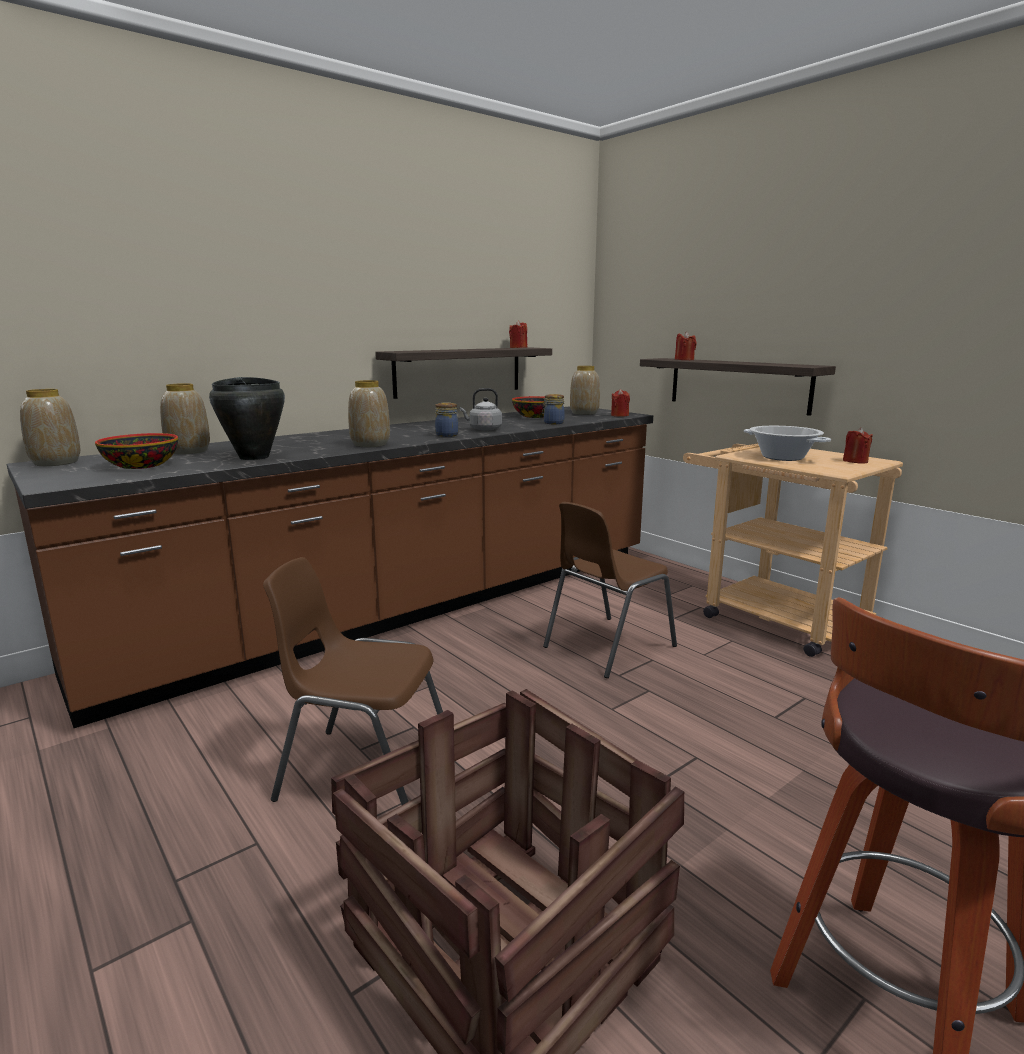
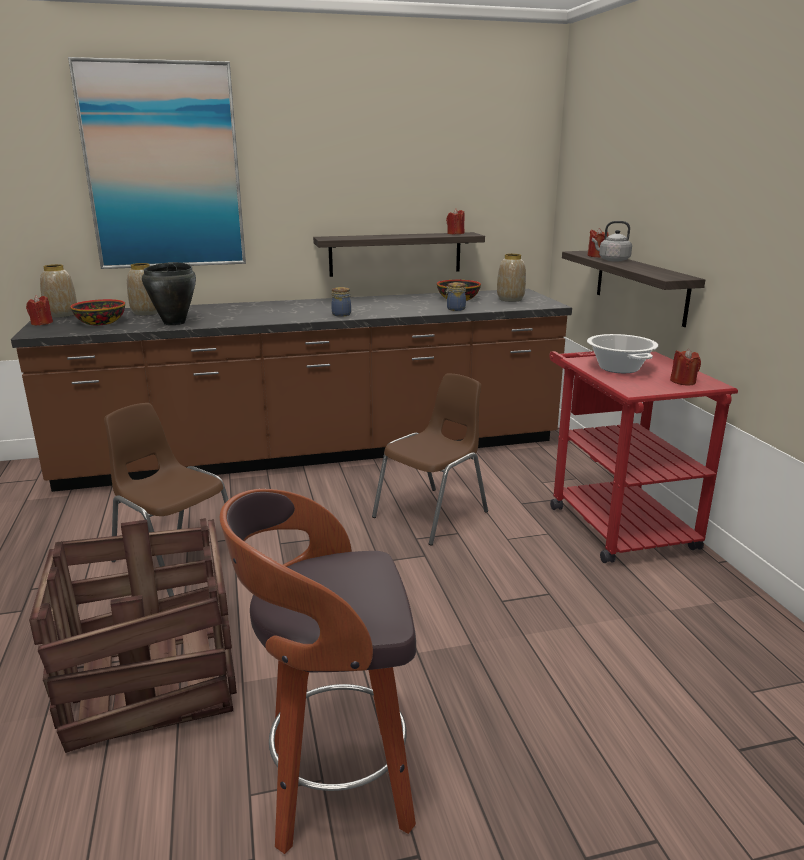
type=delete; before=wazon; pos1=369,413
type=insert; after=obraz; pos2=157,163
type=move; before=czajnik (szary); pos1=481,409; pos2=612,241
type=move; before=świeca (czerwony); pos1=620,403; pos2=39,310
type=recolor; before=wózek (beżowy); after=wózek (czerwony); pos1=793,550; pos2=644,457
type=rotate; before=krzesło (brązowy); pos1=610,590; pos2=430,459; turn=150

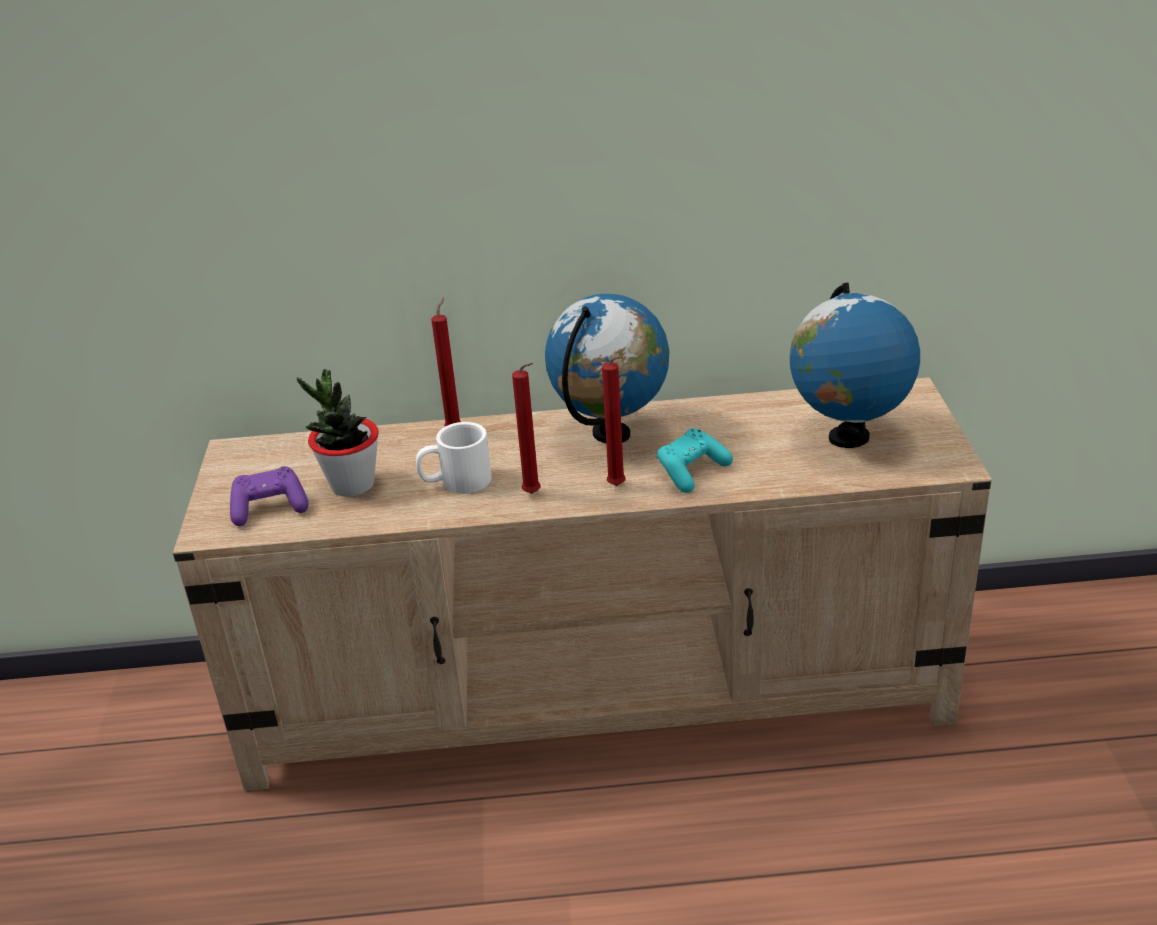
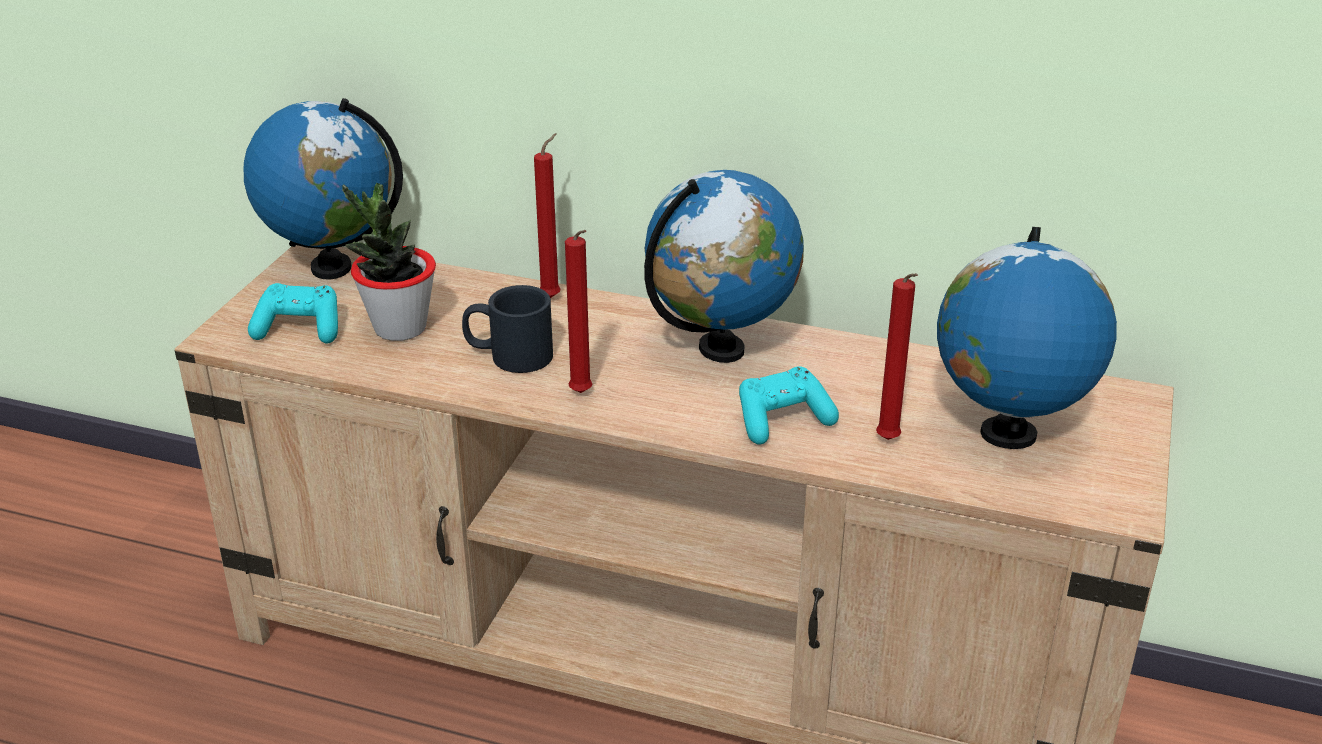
type=insert; after=globus; pos2=323,188
type=move; before=świeca (czerwony); pos1=614,421; pos2=897,356
type=recolor; before=pad do gier (fioletowy); after=pad do gier (turkusowy); pos1=269,496; pos2=293,313
type=recolor; before=kubek (biały); after=kubek (czarny); pos1=454,458; pos2=507,329

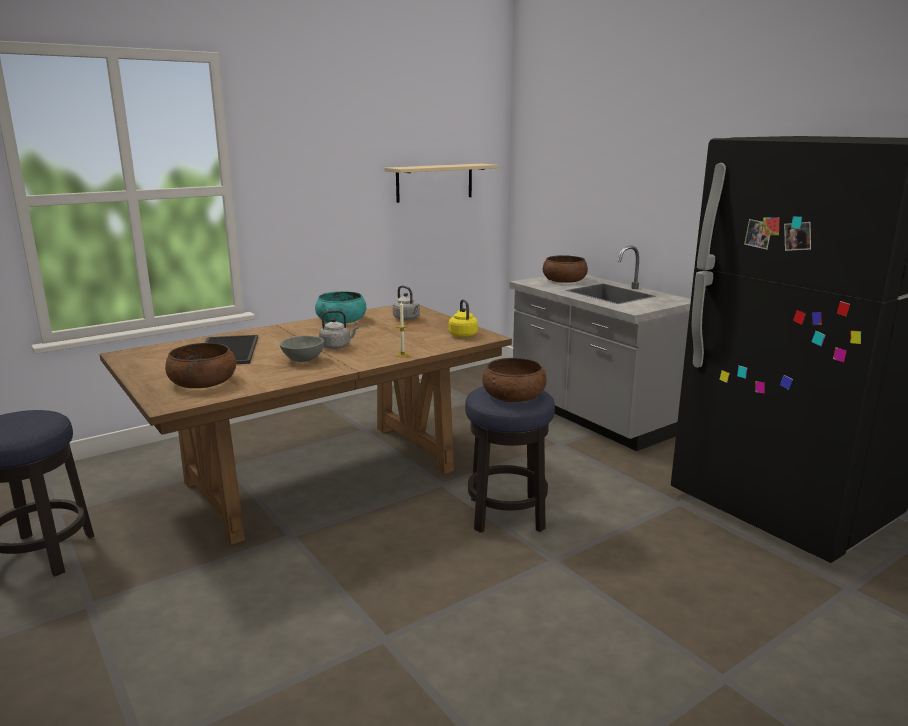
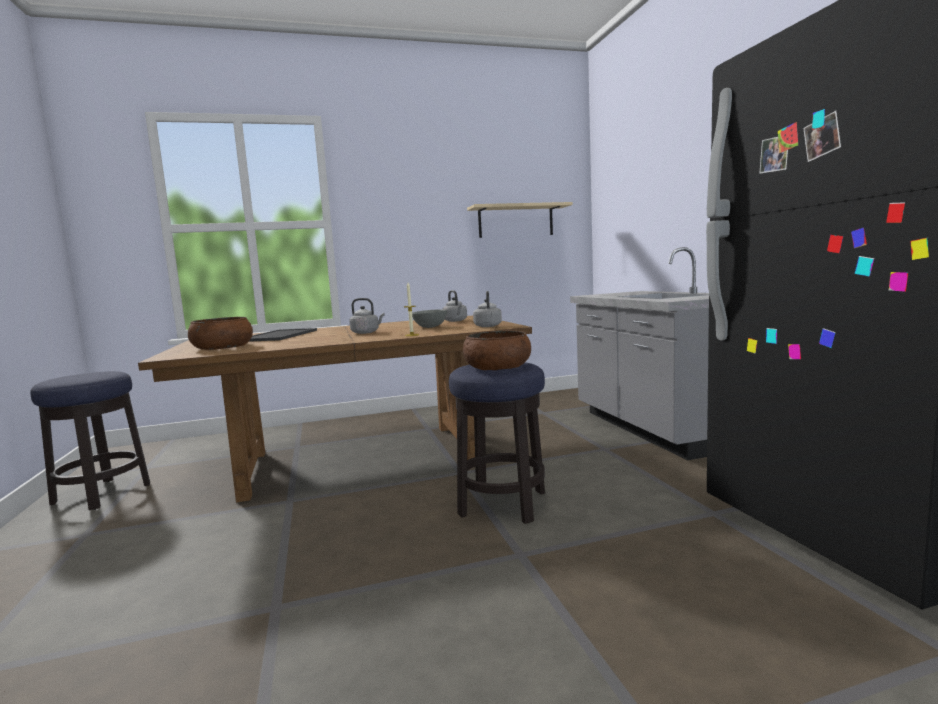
type=delete; before=miska (turkusowy); pos1=340,307
type=delete; before=miska (brązowy); pos1=565,269
type=move; before=miska (szary); pos1=302,349; pos2=429,319
type=recolor; before=czajnik (żółty); after=czajnik (szary); pos1=463,318; pos2=487,309

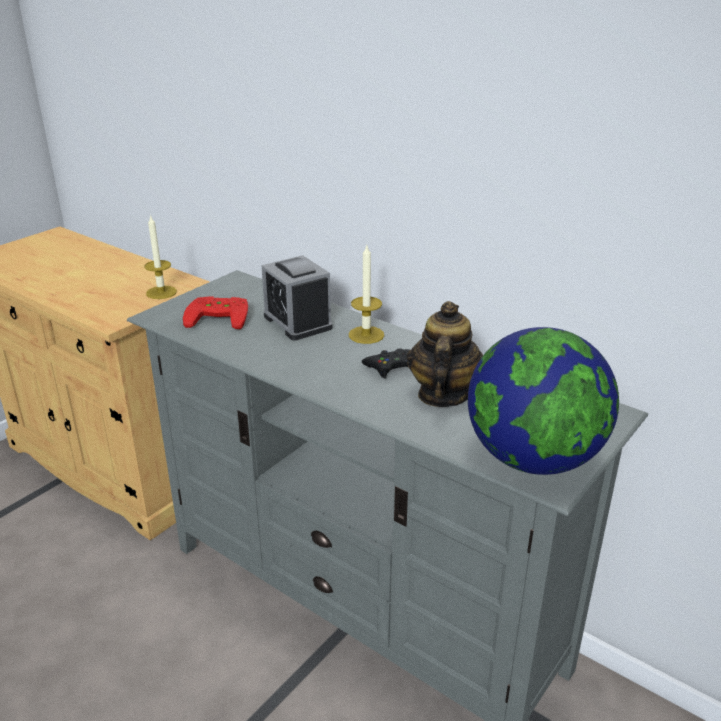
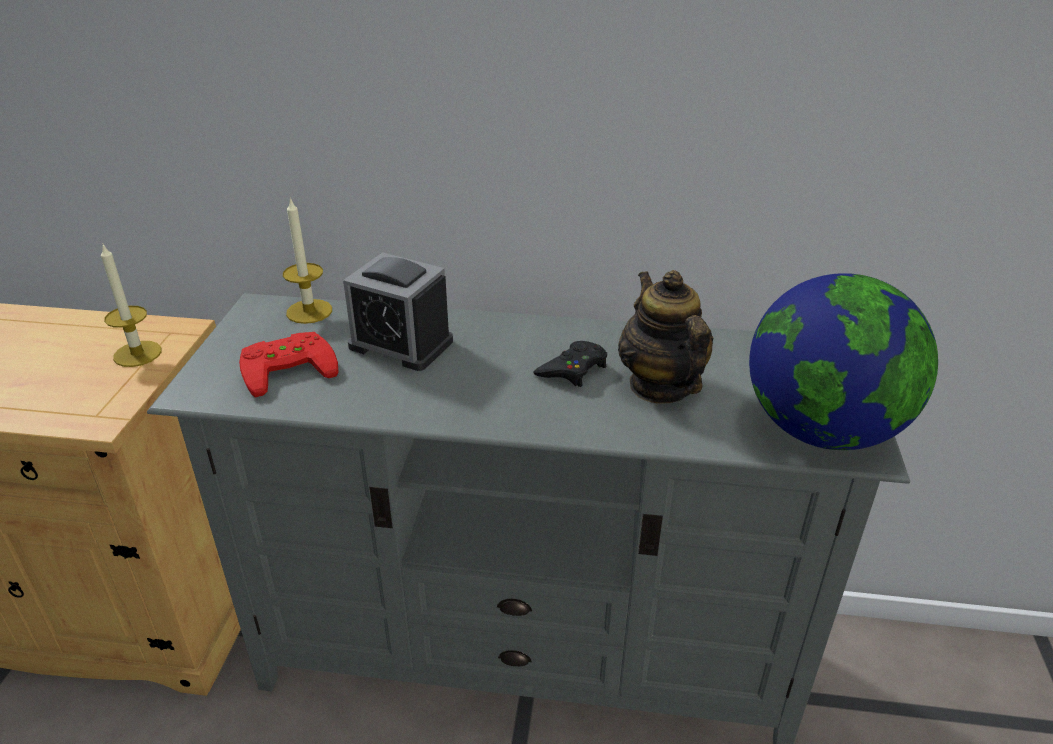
type=move; before=świeca; pos1=366,295; pos2=307,260

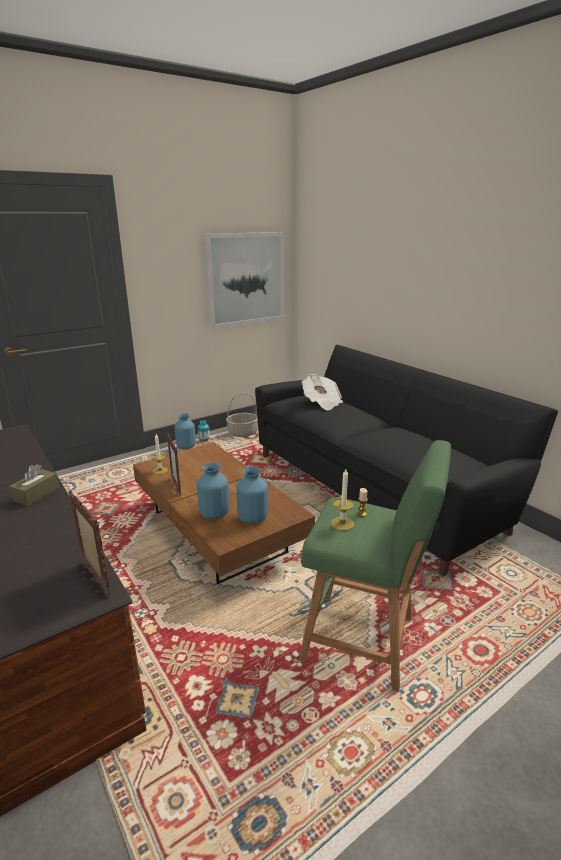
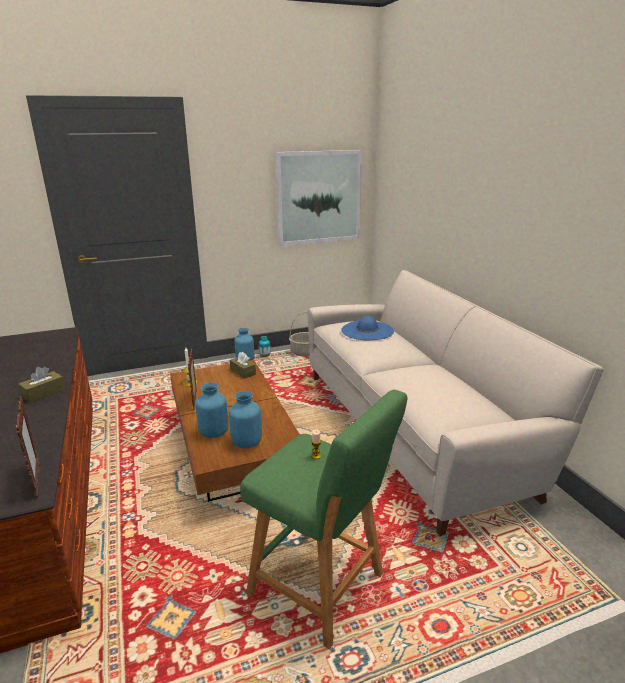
type=delete; before=świeca; pos1=342,500
type=insert; after=pudełko chusteczek (brązowy); pos2=243,365
type=replace; before=gazeta; after=kapelusz (niebieski); pos1=322,392; pos2=367,328
type=recolor; before=kanapa (czarny); after=kanapa (beżowy); pos1=406,461; pos2=455,403

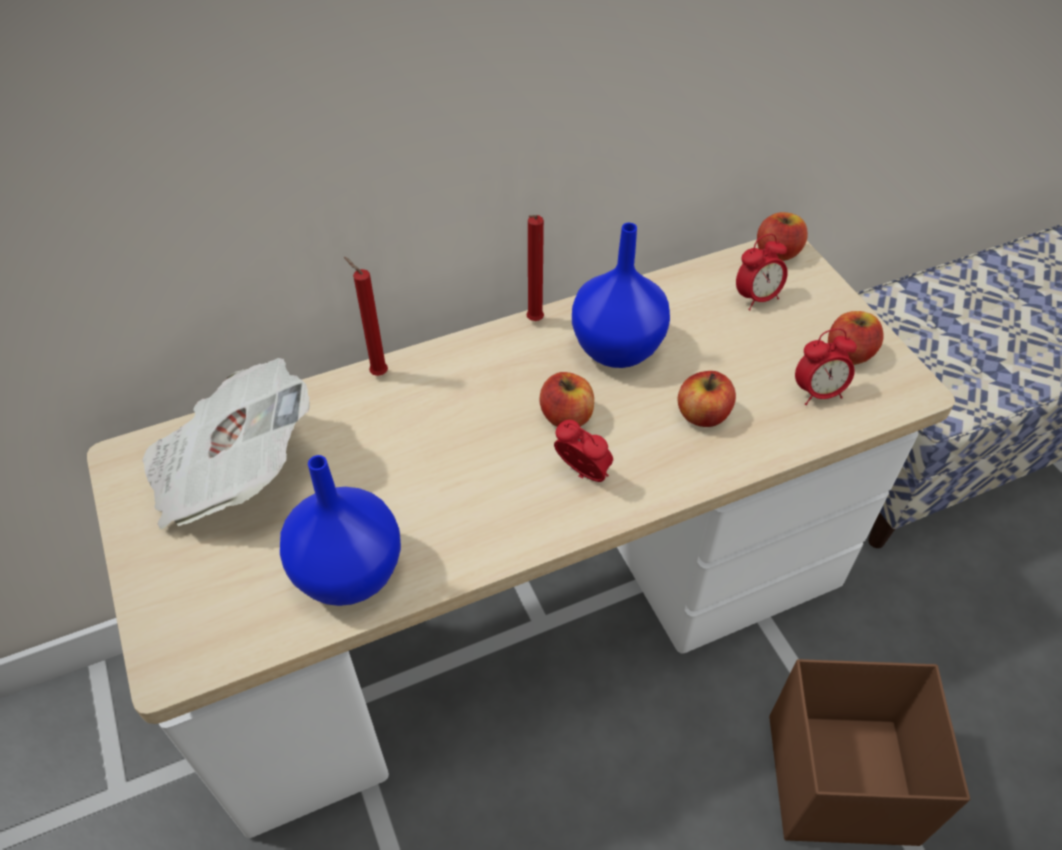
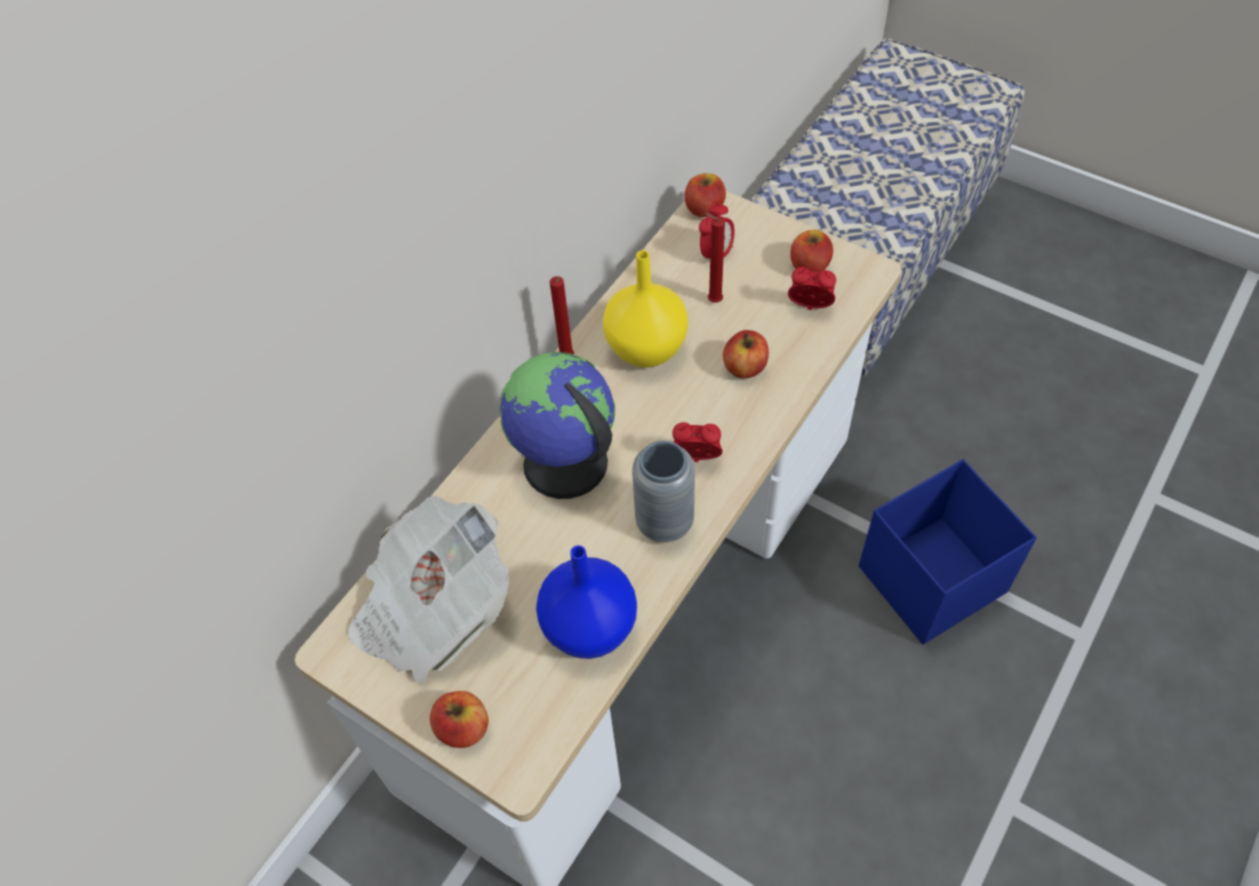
type=insert; after=globus; pos2=557,425
type=insert; after=wazon (szary); pos2=663,491
type=move; before=świeca (czerwony); pos1=366,316; pos2=715,258
type=move; before=jabłko; pos1=567,399; pos2=459,719
type=recolor; before=wazon (niebieski); after=wazon (żółty); pos1=621,295; pos2=645,309
type=recolor; before=pojemnik do przechowywania (brązowy); after=pojemnik do przechowywania (niebieski); pos1=869,752; pos2=948,552
type=rotate; before=budzik; pos1=826,366; pos2=812,288; turn=-120

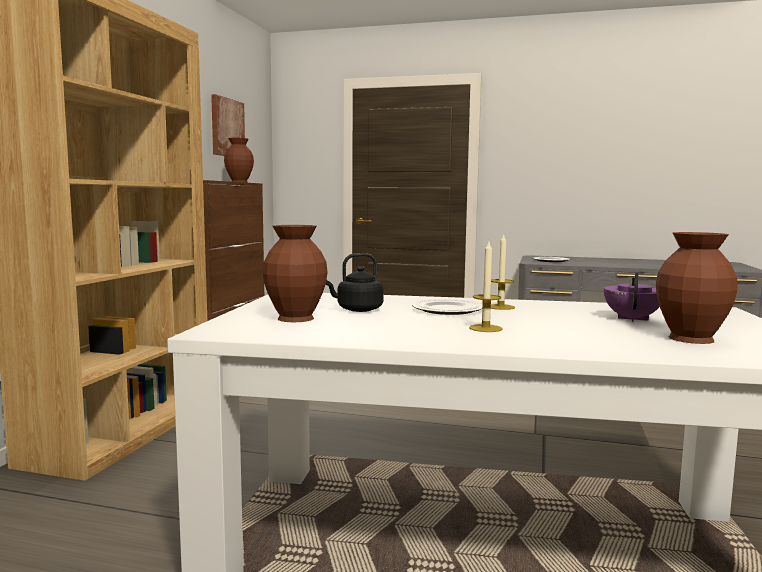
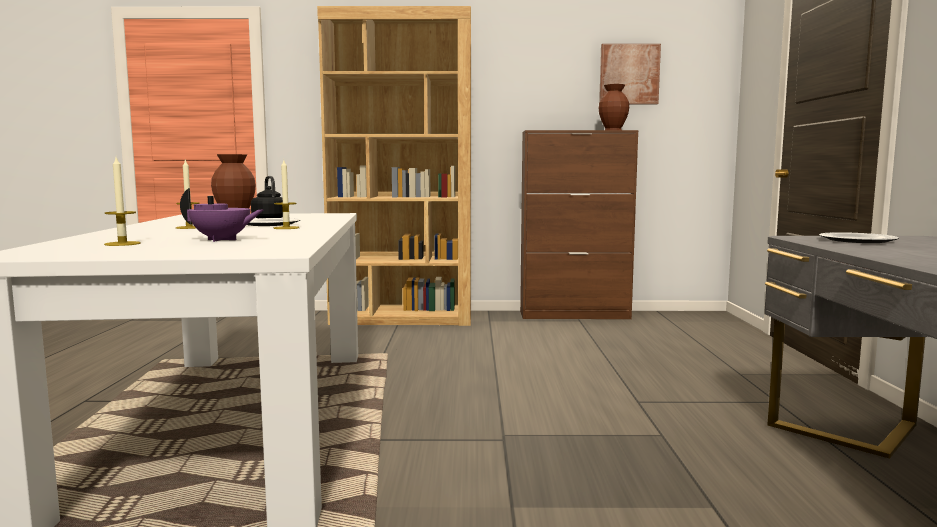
type=replace; before=wazon (brązowy); after=świeca; pos1=697,288; pos2=122,201

